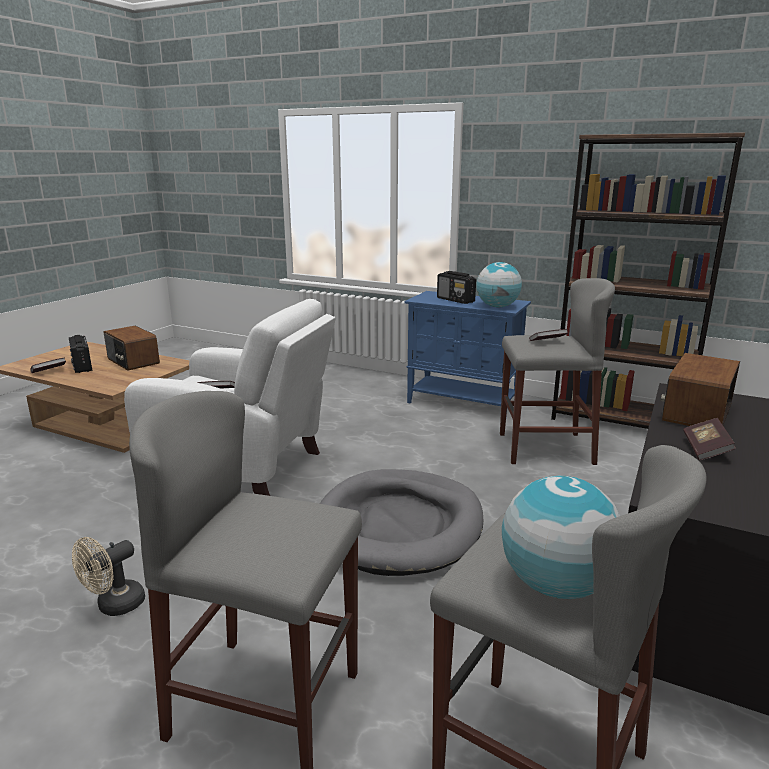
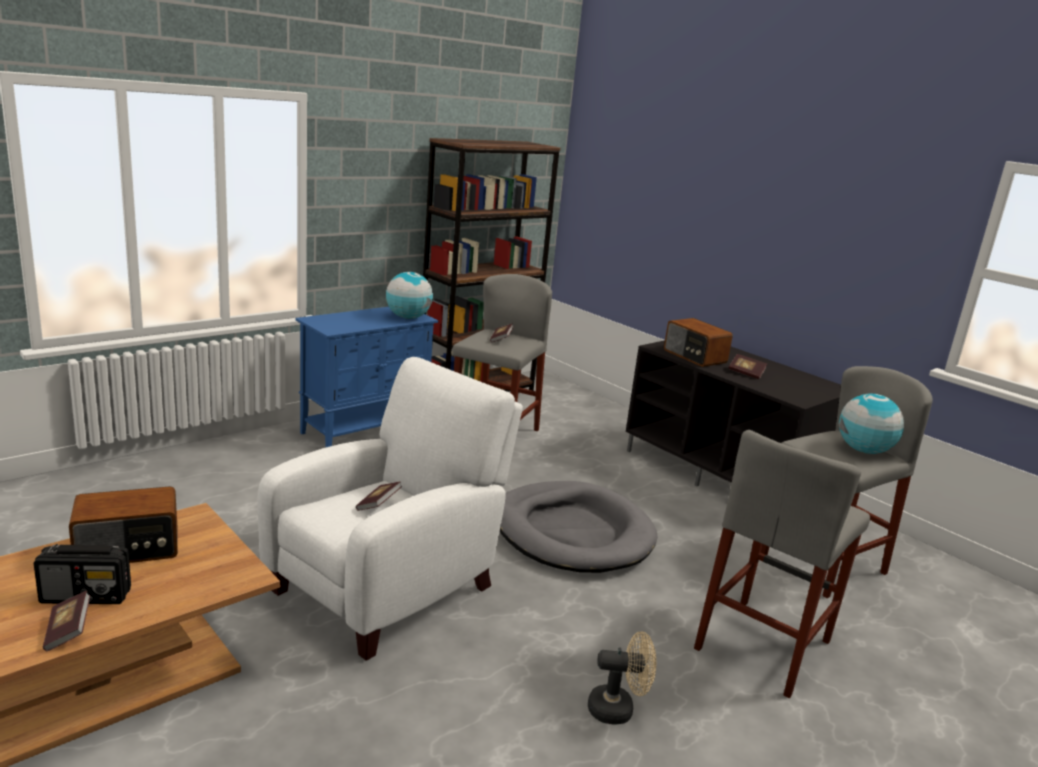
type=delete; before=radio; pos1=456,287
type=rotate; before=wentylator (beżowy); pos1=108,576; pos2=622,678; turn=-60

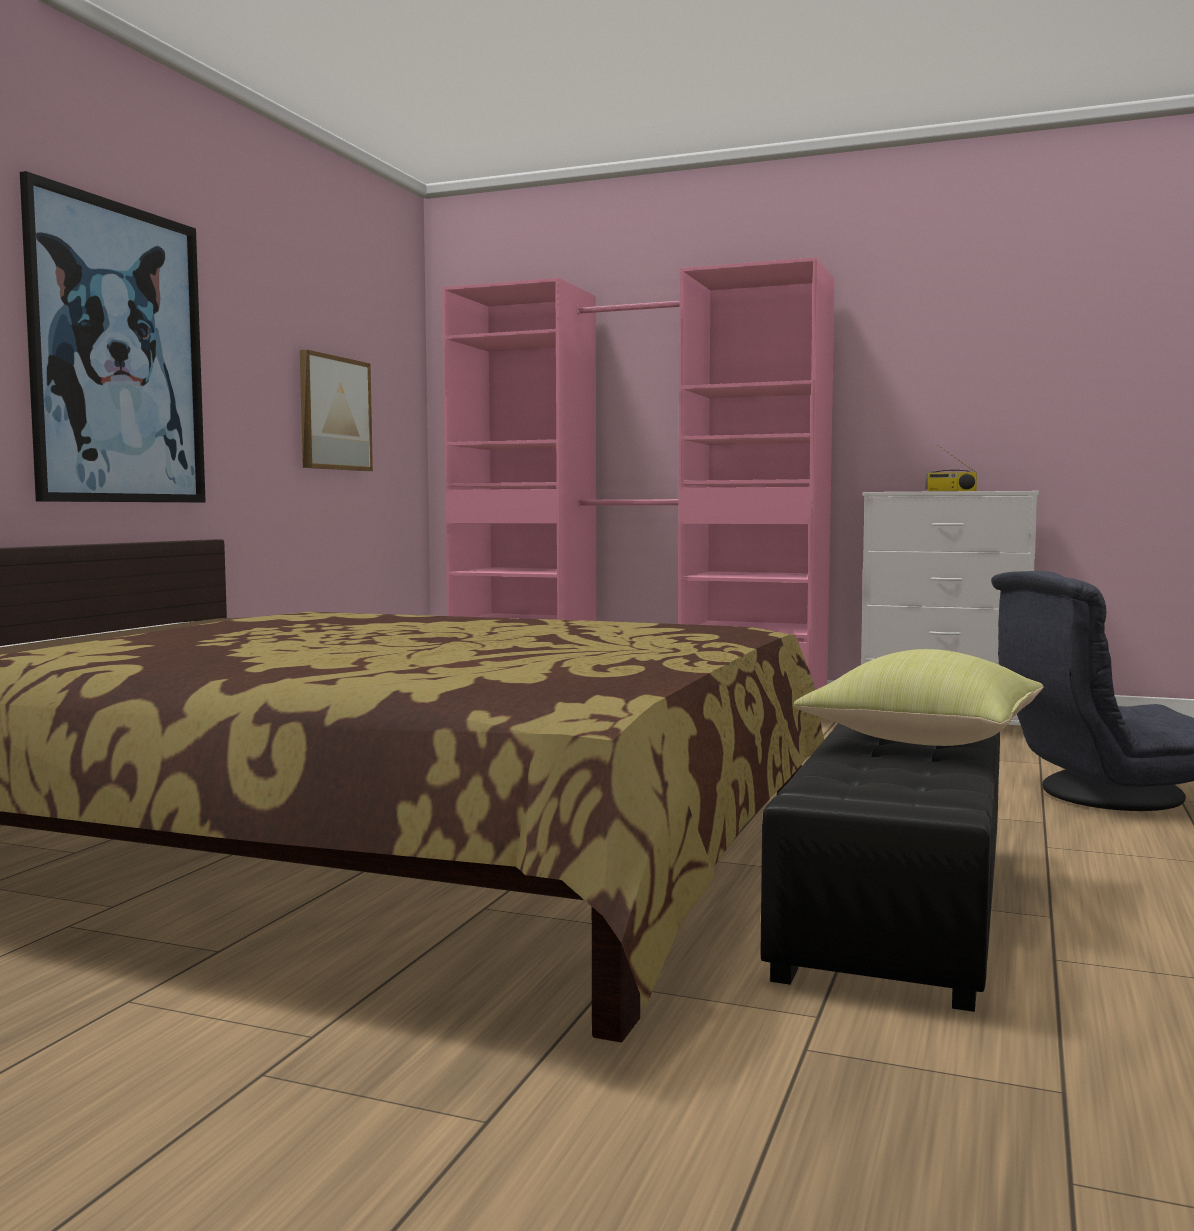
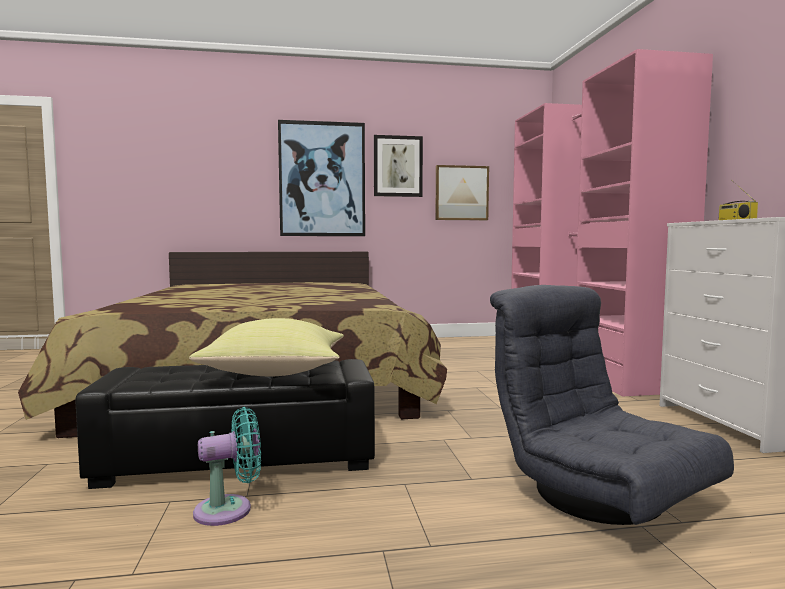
type=insert; after=wentylator (turkusowy); pos2=227,466
type=insert; after=obraz; pos2=398,166

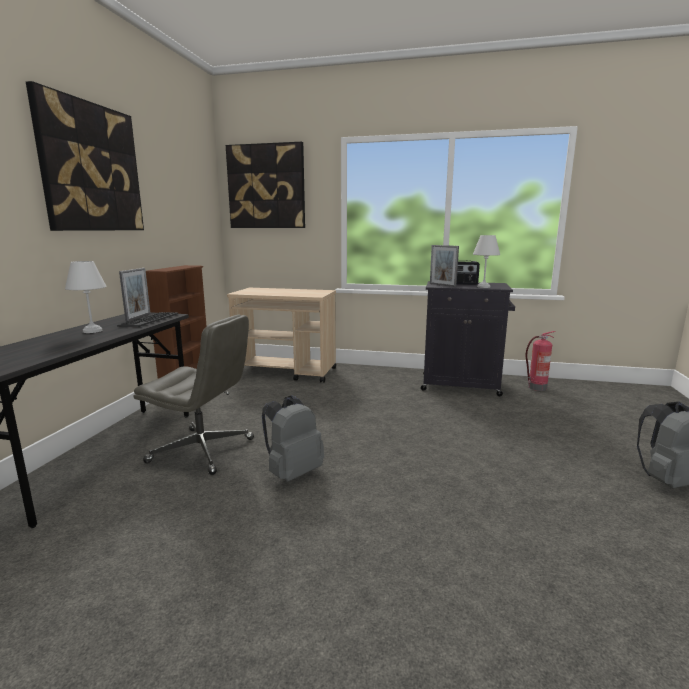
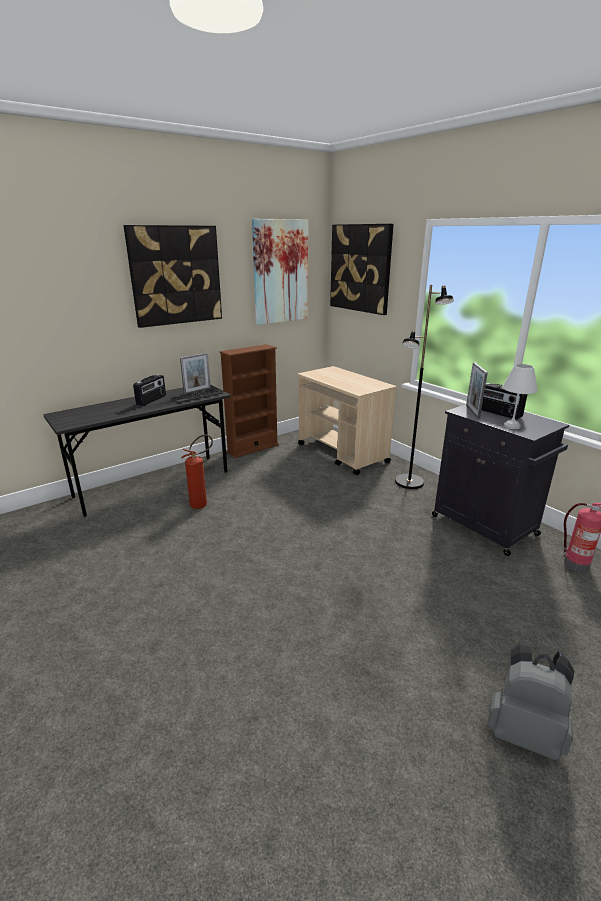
type=delete; before=plecak (szary); pos1=293,438
type=insert; after=obraz; pos2=280,272
type=insert; after=lampa stojąca (czarny); pos2=424,387
type=replace; before=lampa stołowa (biały); after=radio; pos1=85,297; pos2=149,390
type=replace; before=krzesło biurowe (szary); after=gaśnica; pos1=193,394; pos2=197,472

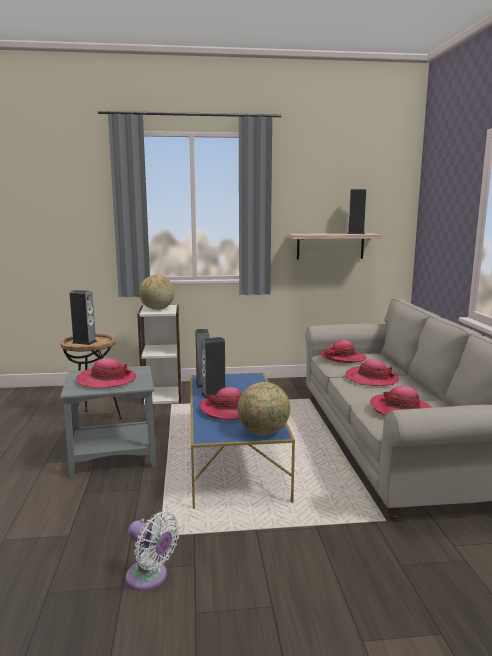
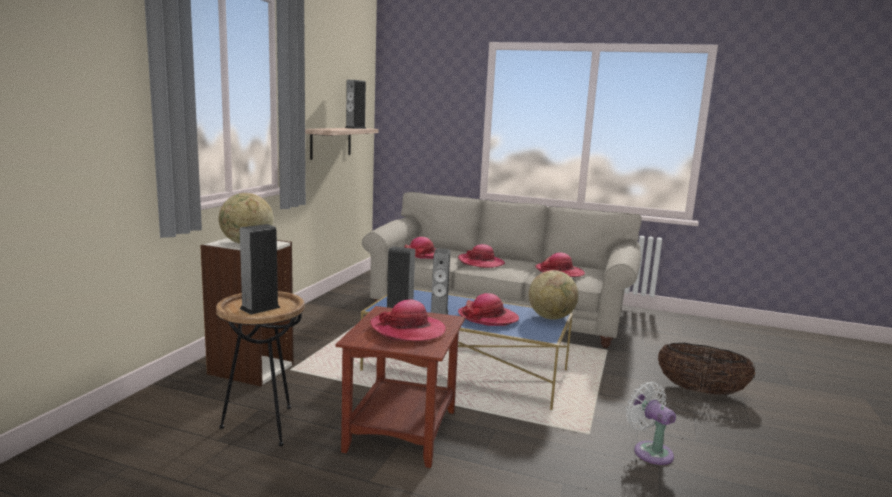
type=insert; after=koszyk; pos2=706,369
type=recolor; before=stolik (szary); after=stolik (brązowy); pos1=108,422; pos2=400,387
type=rotate; before=wentylator (biały); pos1=153,551; pos2=651,423; turn=-90

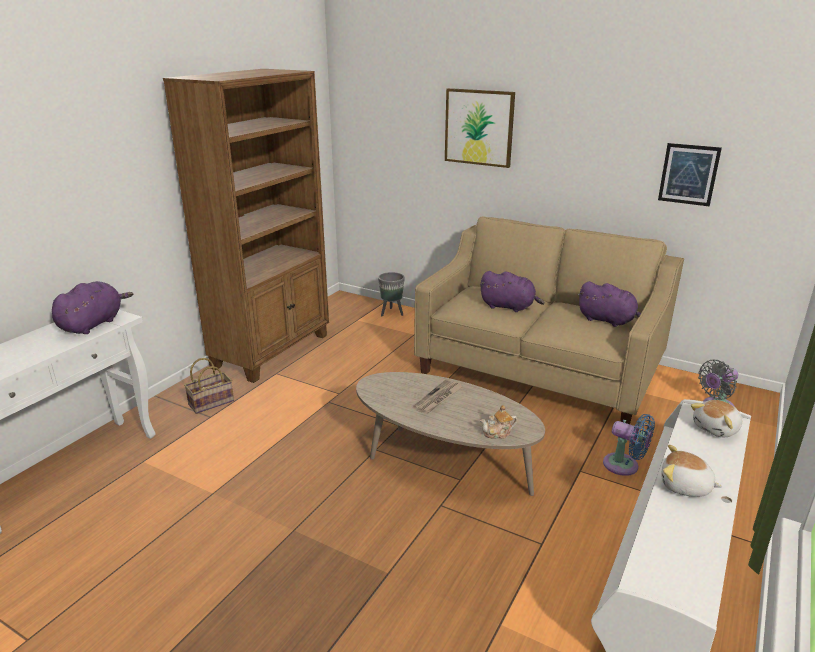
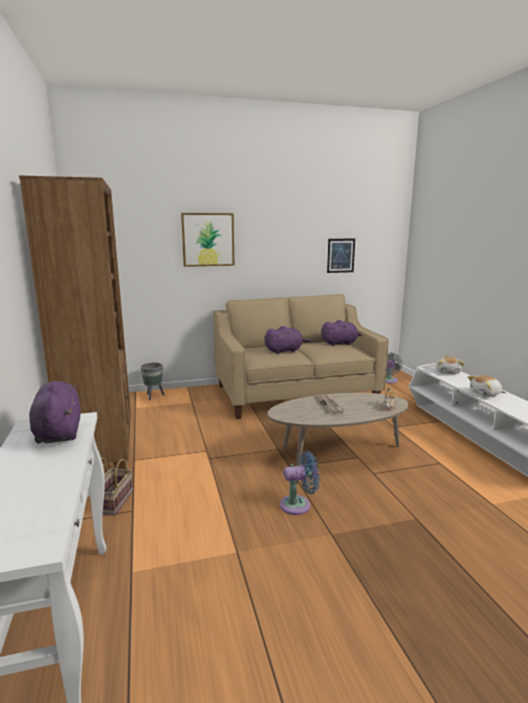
type=move; before=wentylator (niebieski); pos1=629,445; pos2=300,483

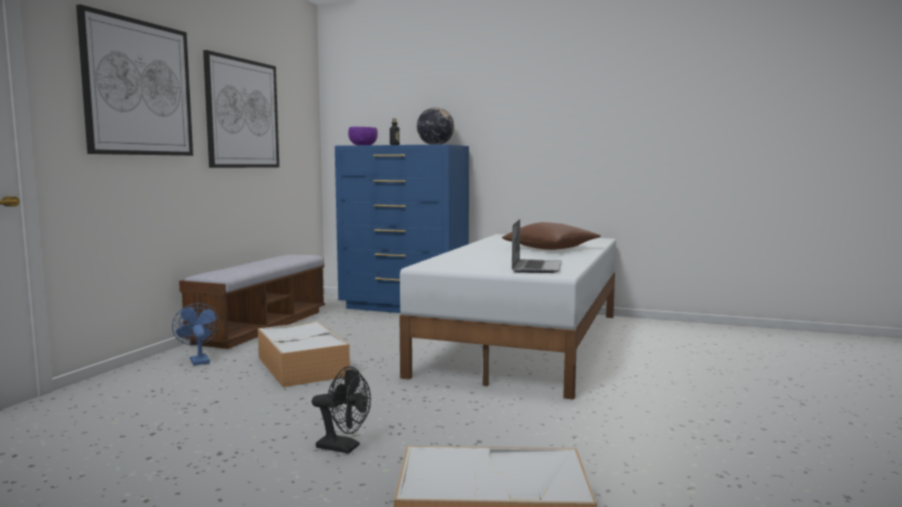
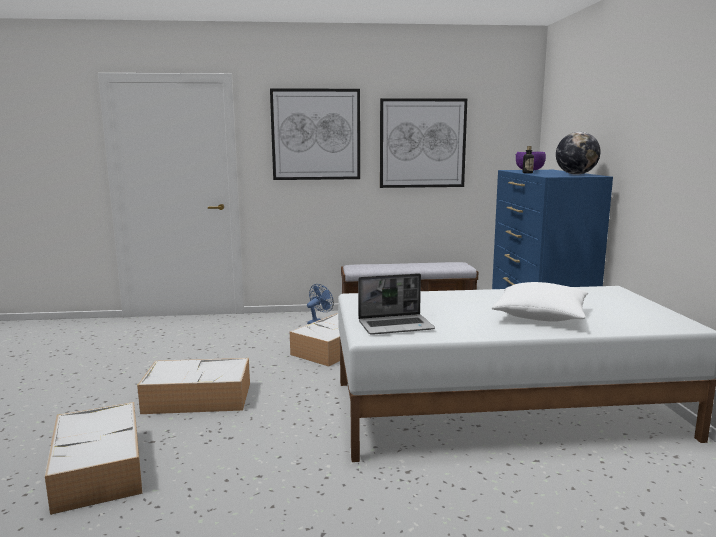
type=replace; before=wentylator (czarny); after=pojemnik do przechowywania; pos1=341,410; pos2=193,386
type=recolor; before=poduszka (brązowy); after=poduszka (biały); pos1=551,236; pos2=540,302

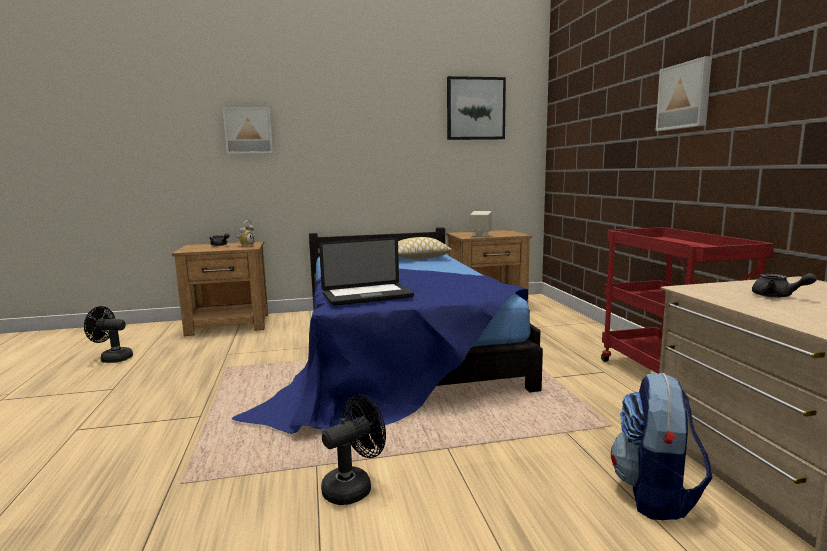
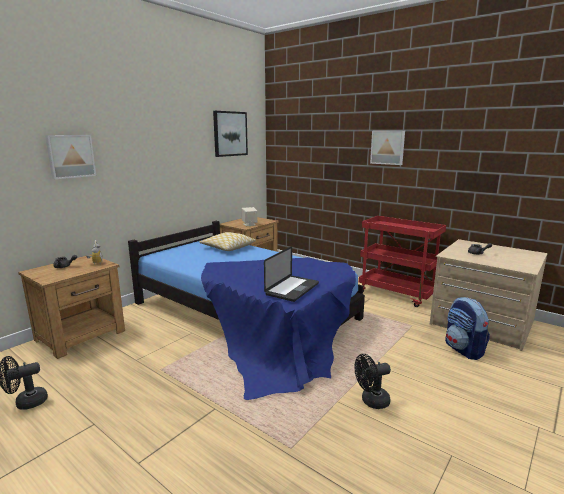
type=rotate; before=wentylator (czarny); pos1=353,449; pos2=372,381; turn=-120

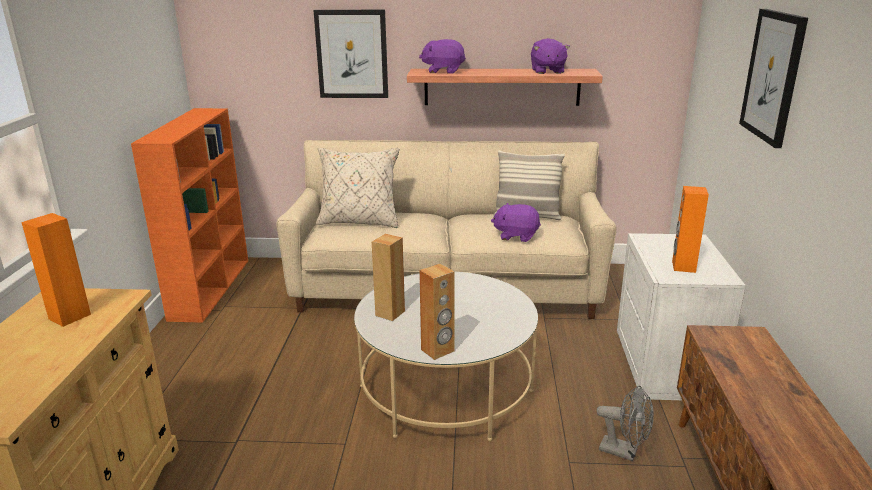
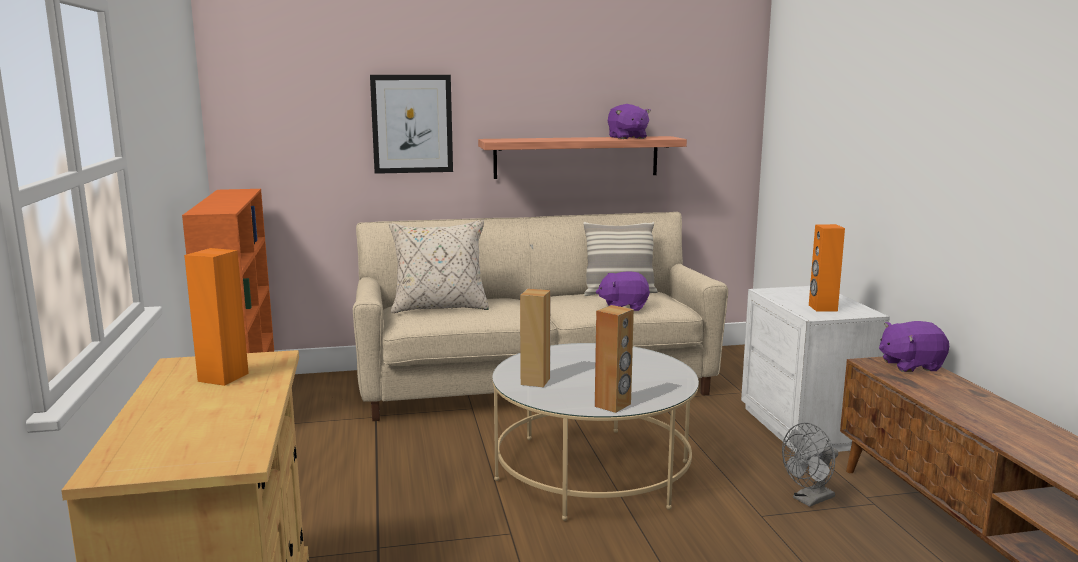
type=delete; before=obraz; pos1=773,78
type=move; before=pluszak (fioletowy); pos1=442,56; pos2=914,346
type=rotate; before=wentylator (szary); pos1=625,423; pos2=810,465; turn=135

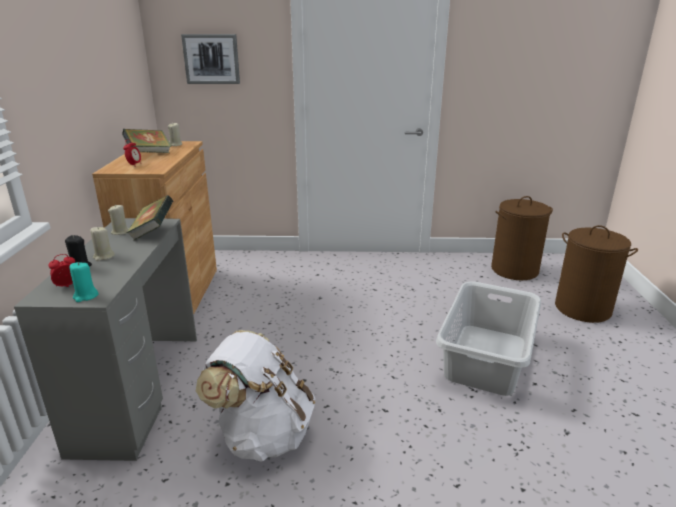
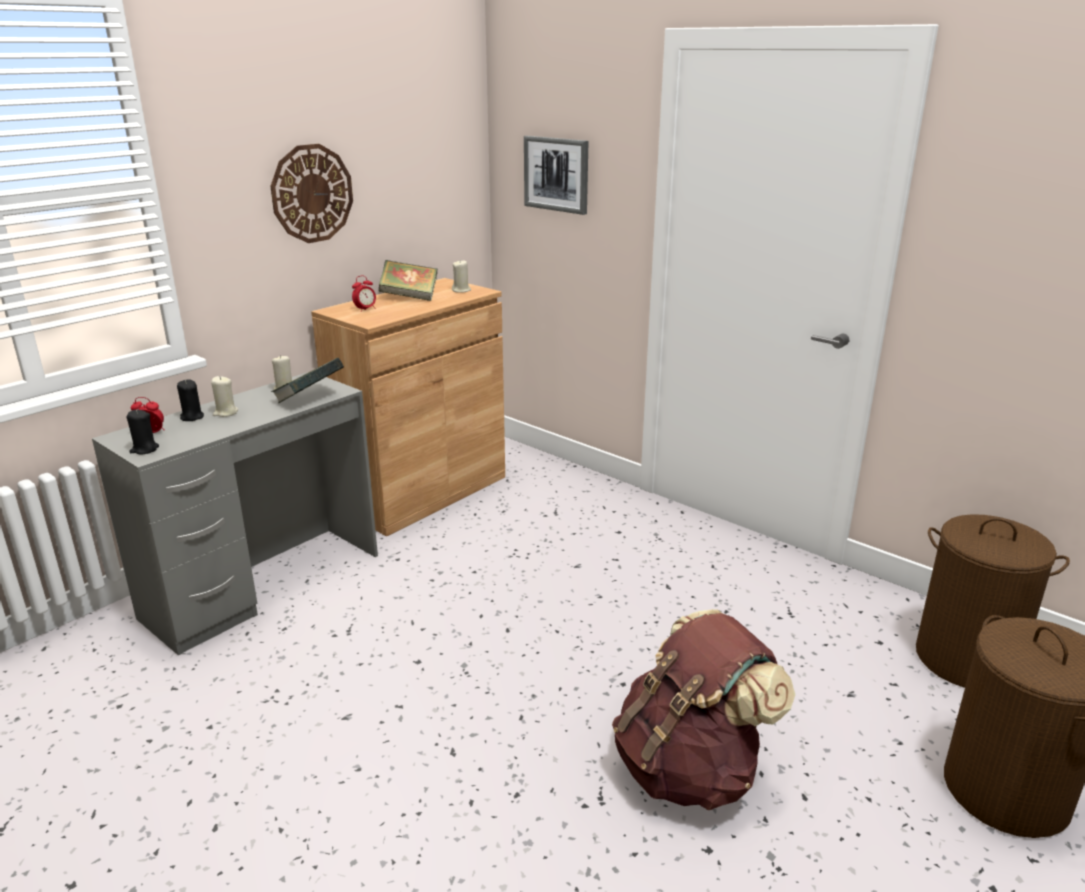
type=delete; before=plecak (biały); pos1=255,396
type=insert; after=zegar ścienny; pos2=311,193
type=replace; before=kosz na pranie (szary); after=plecak (brązowy); pos1=488,338; pos2=703,709
type=recolor; before=świeca (turkusowy); after=świeca (czarny); pos1=83,282; pos2=143,432

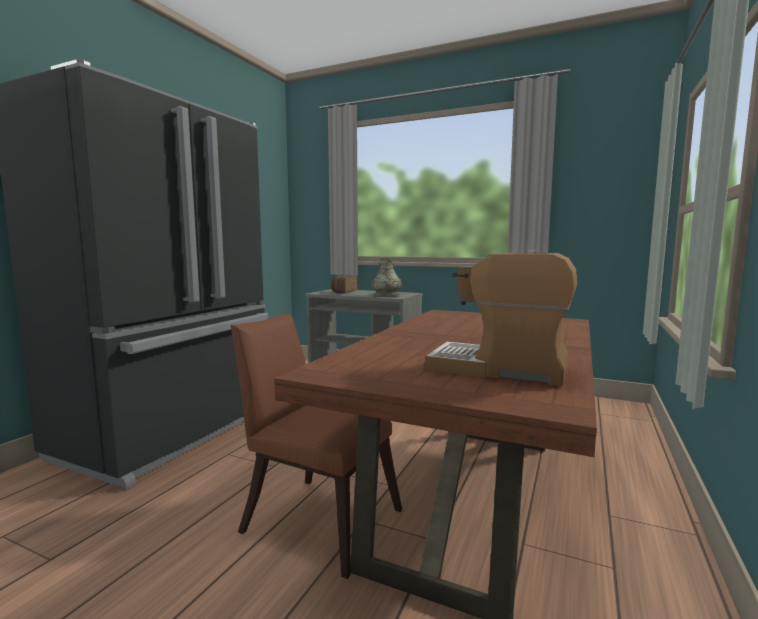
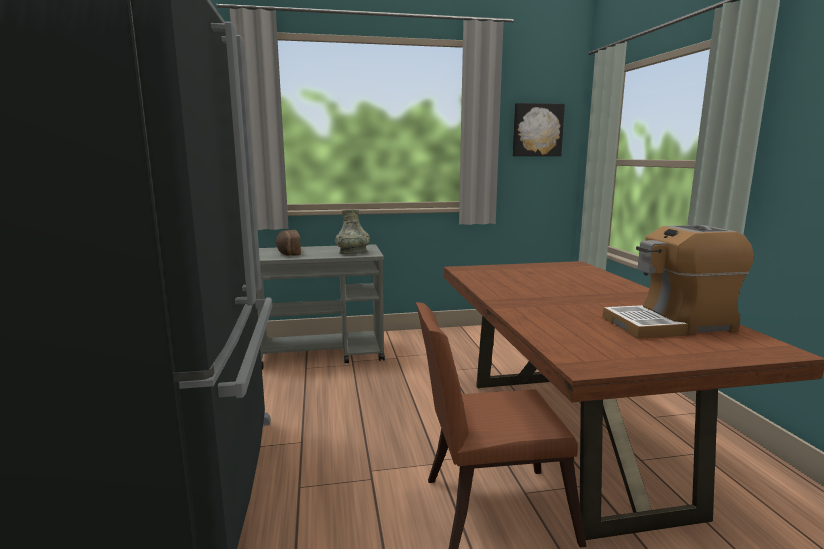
type=insert; after=obraz; pos2=539,129

